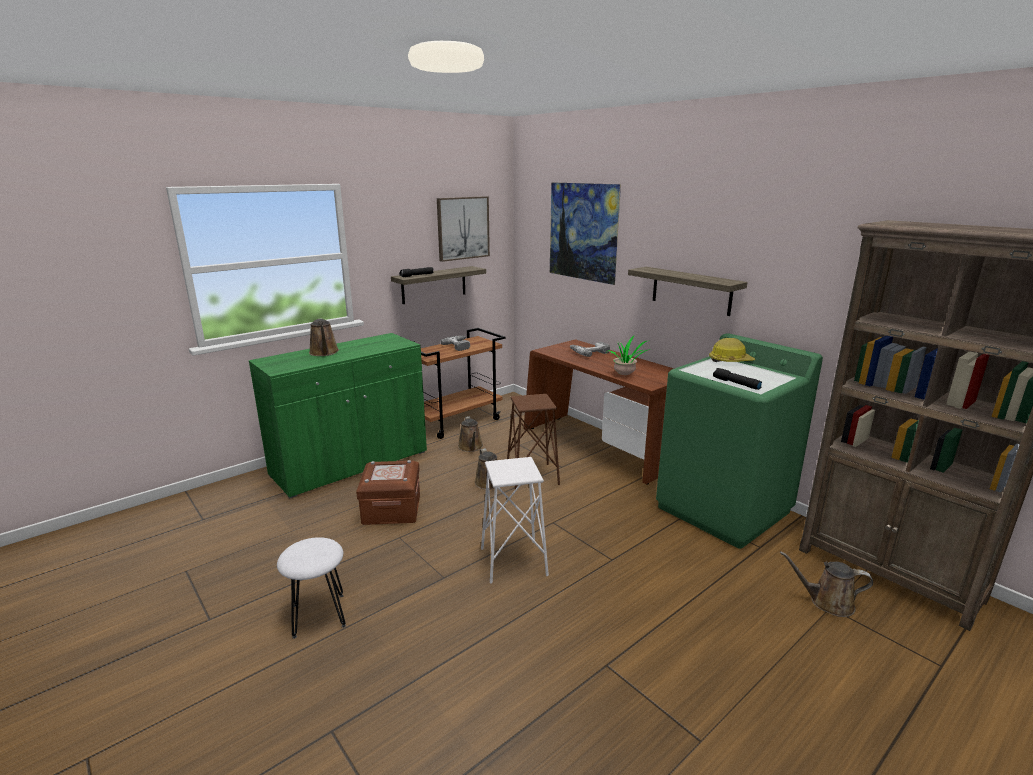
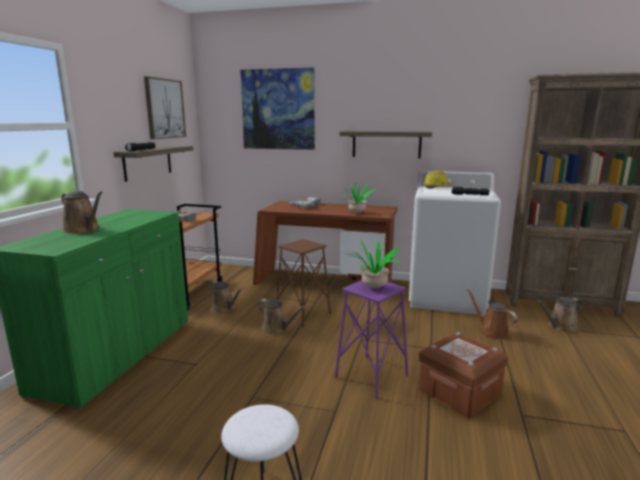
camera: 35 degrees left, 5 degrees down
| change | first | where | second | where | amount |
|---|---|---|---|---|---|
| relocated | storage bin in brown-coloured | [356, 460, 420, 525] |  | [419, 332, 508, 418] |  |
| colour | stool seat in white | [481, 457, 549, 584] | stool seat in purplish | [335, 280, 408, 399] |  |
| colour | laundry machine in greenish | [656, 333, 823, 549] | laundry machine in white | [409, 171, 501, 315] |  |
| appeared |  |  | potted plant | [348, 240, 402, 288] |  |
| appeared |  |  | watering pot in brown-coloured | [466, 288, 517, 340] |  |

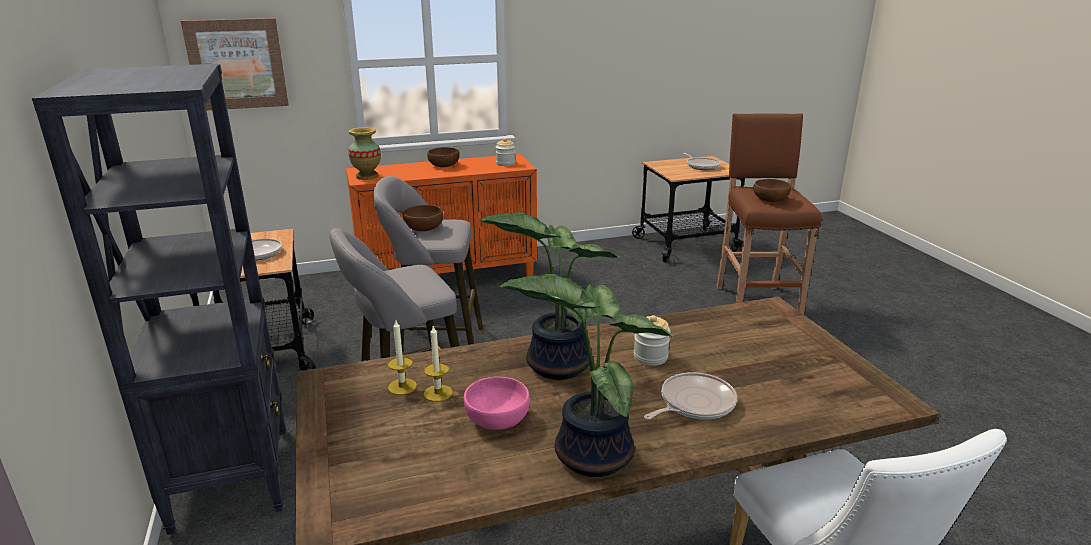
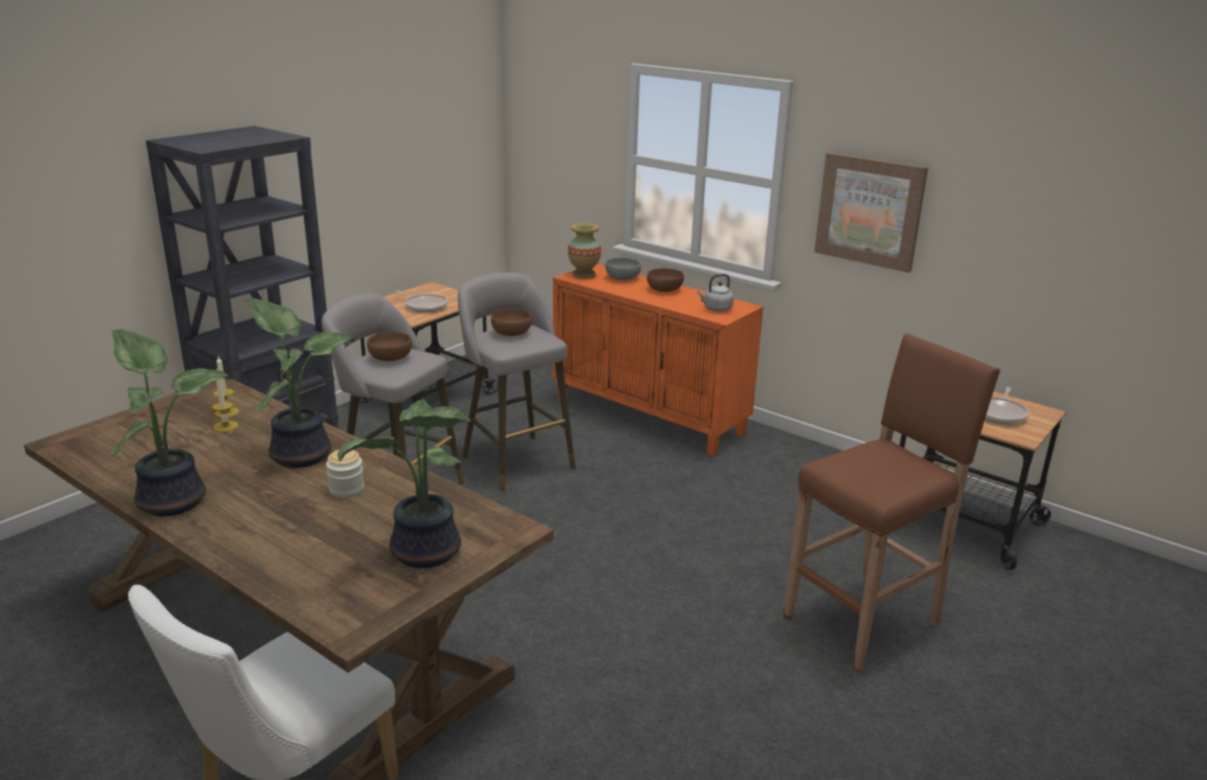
camera: 55 degrees right, 0 degrees up
| change | first | where | second | where | amount |
|---|---|---|---|---|---|
| relocated | picture | [181, 18, 289, 110] |  | [814, 152, 928, 273] |  |
| missing | bowl in pink | [464, 377, 530, 430] |  |  |  |
| exchanged | preserve jar | [496, 138, 515, 166] | kettle in greyish | [697, 274, 734, 312] |  |
| missing | skillet | [644, 372, 737, 420] |  |  |  |
| relocated | bowl in brown-coloured | [753, 179, 791, 202] |  | [367, 332, 412, 361] |  |
| appeared |  |  | potted plant | [337, 399, 471, 568] |  |
| appeared |  |  | bowl in greyish | [605, 257, 641, 280] |  |

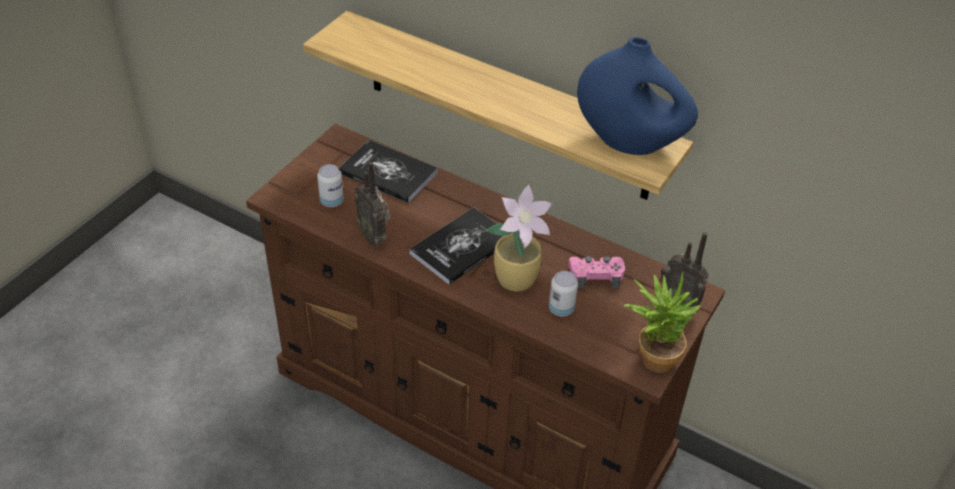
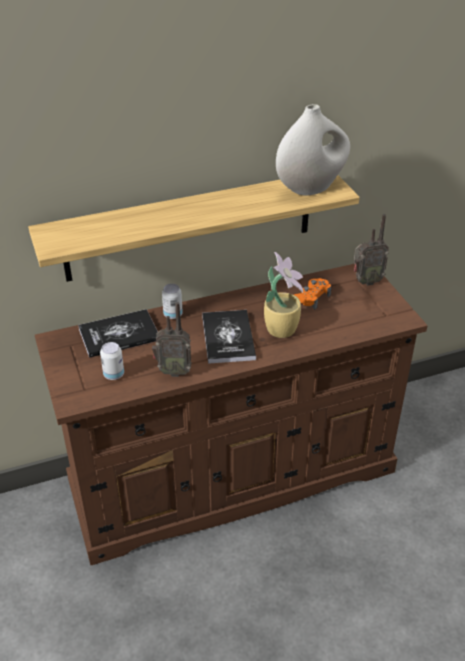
camera: 50 degrees left, 5 degrees down
| change | first | where | second | where | amount |
|---|---|---|---|---|---|
| relocated | sealed can | [549, 271, 578, 317] |  | [162, 284, 183, 319] |  |
| colour | game controller in pink | [568, 256, 625, 288] | game controller in orangey | [294, 278, 331, 310] |  |
| colour | decorative vase in blue-coloured | [577, 37, 698, 155] | decorative vase in white | [276, 104, 350, 196] |  |
| missing | potted plant | [624, 272, 701, 373] |  |  |  |

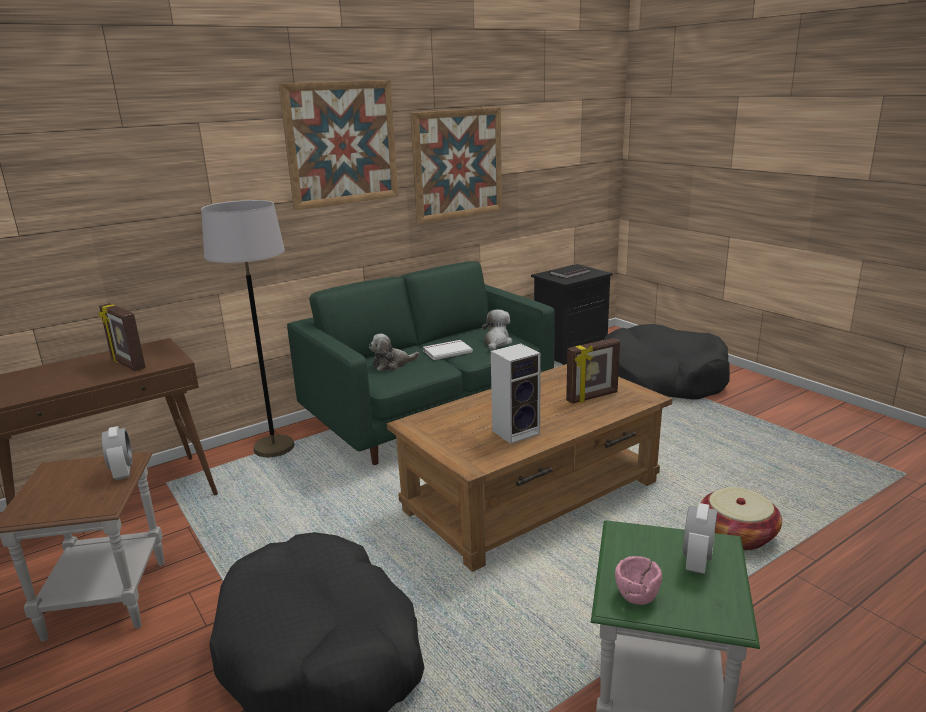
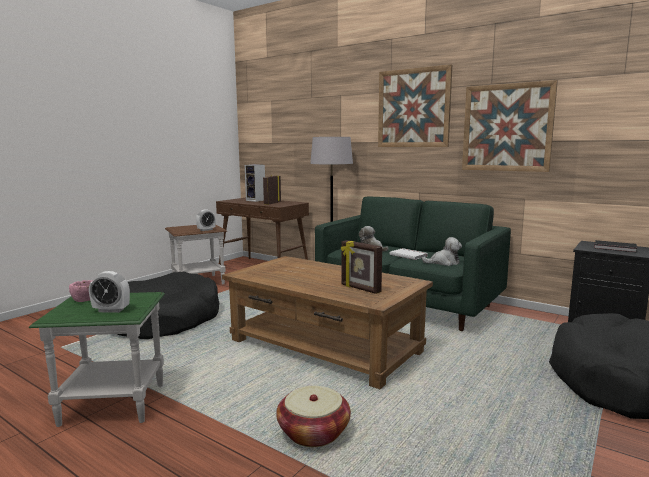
camera: 70 degrees right, 10 degrees down
| change | first | where | second | where | amount |
|---|---|---|---|---|---|
| relocated | loudspeaker | [491, 343, 541, 444] |  | [245, 164, 265, 202] |  |

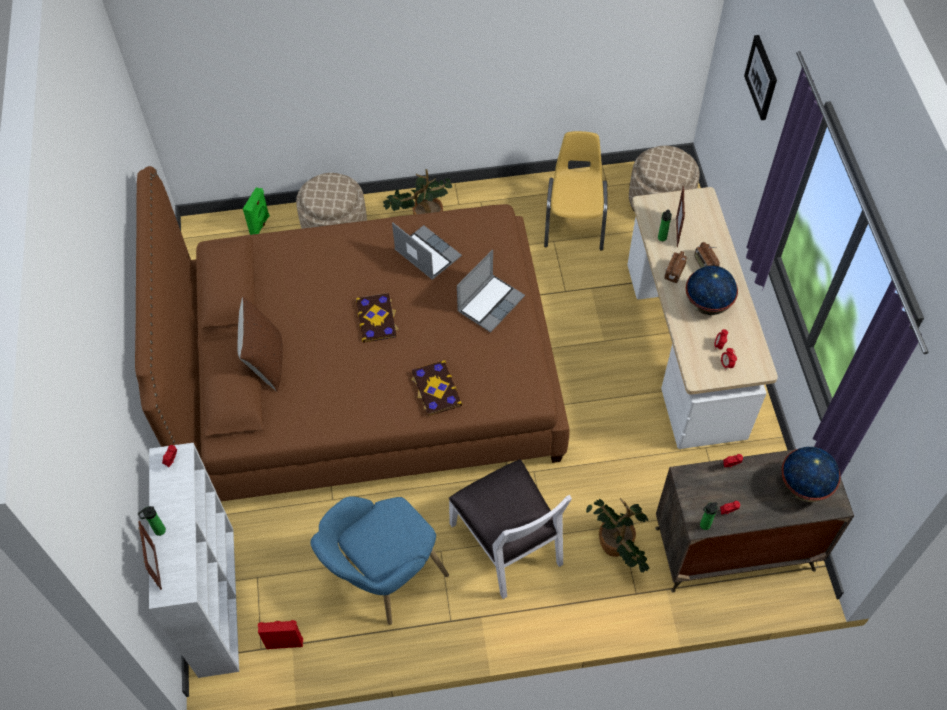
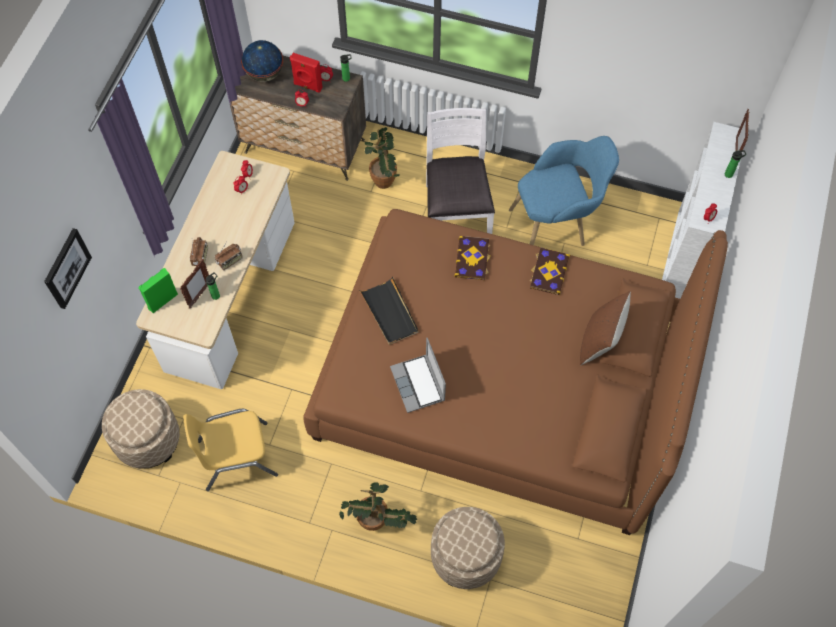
camera: 155 degrees left, 5 degrees up
| change | first | where | second | where | amount |
|---|---|---|---|---|---|
| relocated | loudspeaker in greenish | [243, 187, 270, 235] |  | [138, 268, 178, 313] |  |
| relocated | loudspeaker in reddish | [258, 620, 303, 649] |  | [290, 53, 322, 93] |  |
| relocated | bound book | [356, 293, 399, 343] |  | [530, 248, 570, 295] |  |
| exchanged | notebook computer | [457, 250, 525, 333] | carrying tray in blackish | [359, 277, 419, 345] |  |
| spun | chair in yellow | [544, 131, 608, 251] |  | [183, 409, 278, 491] | 45 degrees clockwise |
| missing | desk globe | [686, 266, 738, 315] |  |  |  |

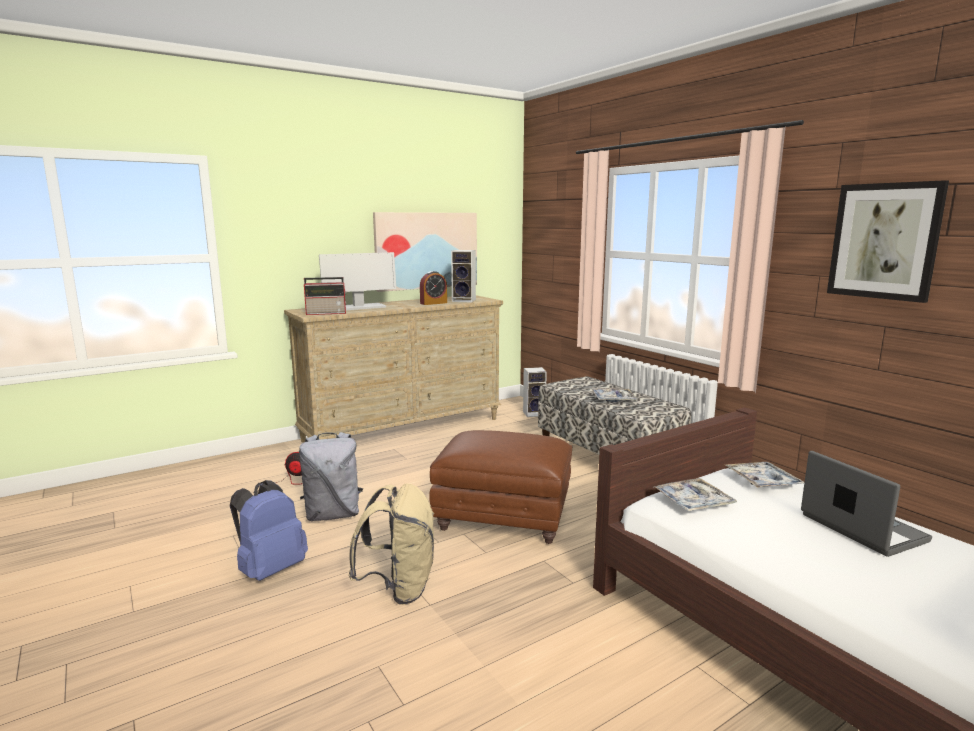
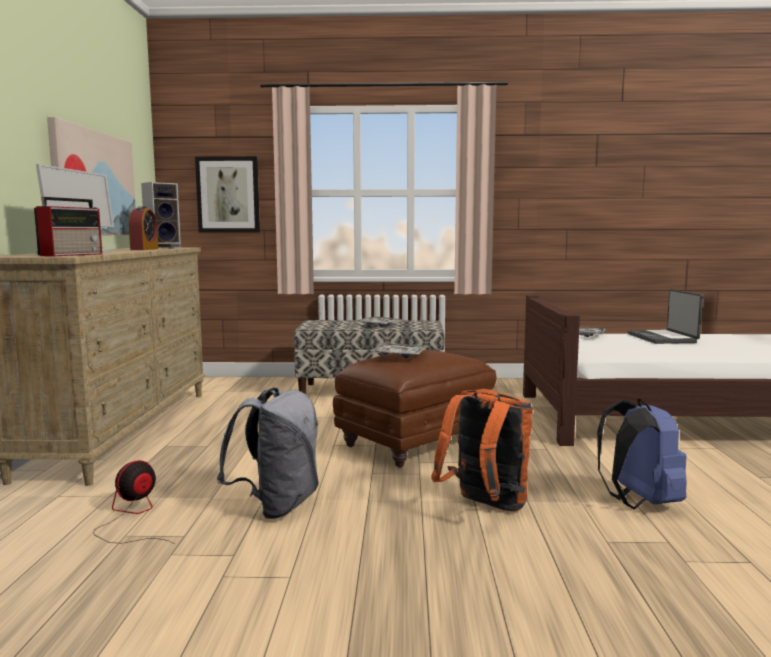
camera: 55 degrees left, 5 degrees down
| change | first | where | second | where | amount |
|---|---|---|---|---|---|
| relocated | knapsack in blue-coloured | [230, 480, 308, 581] |  | [597, 398, 687, 509] |  |
| colour | knapsack in beige | [348, 484, 434, 605] | knapsack in orangey | [431, 389, 533, 512] |  |
| missing | loudspeaker | [523, 367, 547, 417] |  |  |  |
| relocated | carrying tray | [654, 478, 737, 512] |  | [372, 343, 428, 358] |  |
| spun | notebook computer | [801, 451, 932, 557] |  | [628, 289, 703, 344] | 105 degrees counterclockwise |
| relocated | picture | [827, 180, 949, 303] |  | [195, 156, 260, 233] |  |

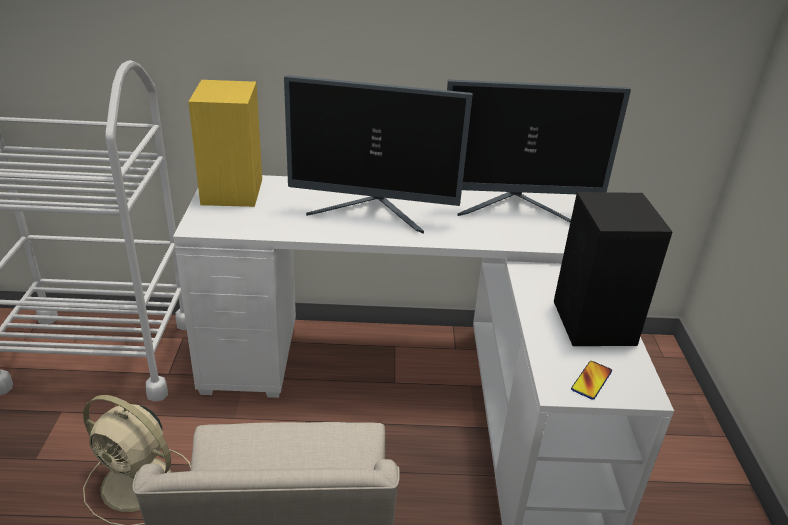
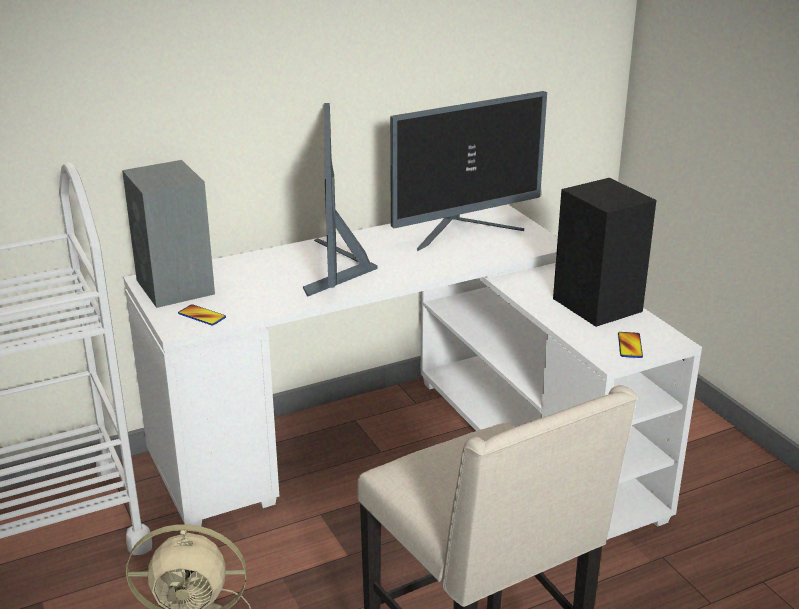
camera: 25 degrees left, 5 degrees down
| change | first | where | second | where | amount |
|---|---|---|---|---|---|
| colour | loudspeaker in yellow | [188, 80, 262, 207] | loudspeaker in greyish | [122, 160, 215, 308] |  |
| spun | monitor | [284, 75, 473, 234] |  | [303, 103, 378, 297] | 105 degrees clockwise |
| appeared |  |  | handset | [178, 304, 226, 326] |  |

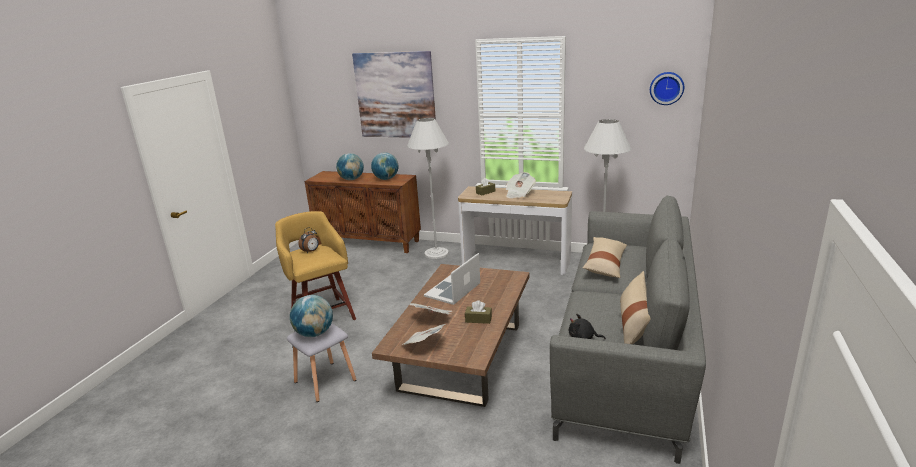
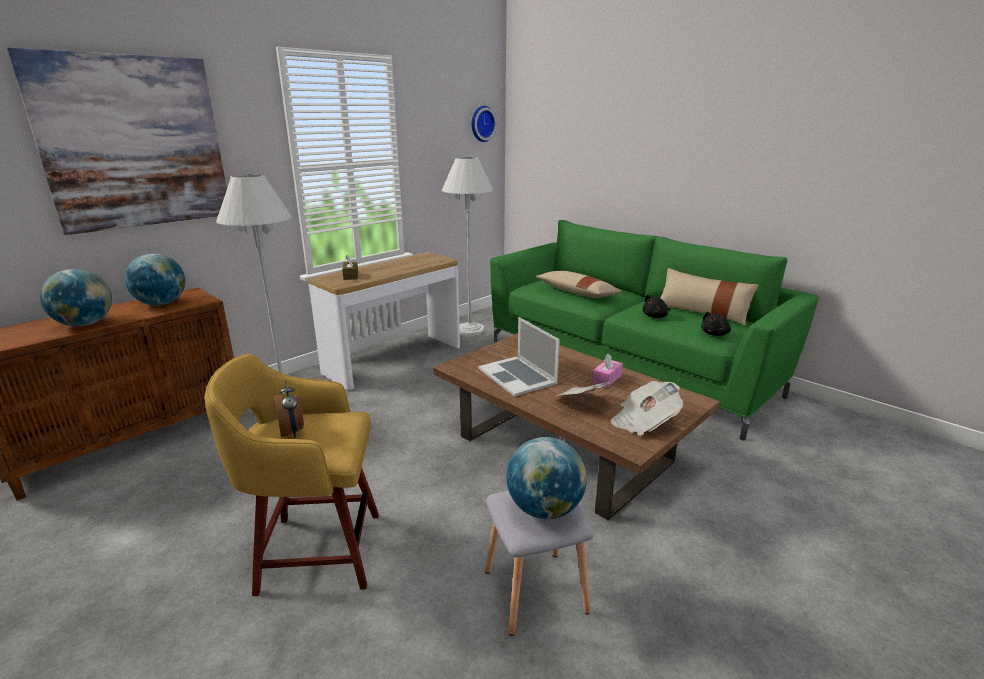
camera: 65 degrees left, 0 degrees up
| change | first | where | second | where | amount |
|---|---|---|---|---|---|
| colour | box of tissues in brown-coloured | [465, 300, 492, 324] | box of tissues in pink | [592, 354, 623, 387] |  |
| missing | printed paper | [505, 172, 536, 198] |  |  |  |
| colour | couch in greyish | [550, 196, 706, 464] | couch in greenish | [490, 220, 818, 441] |  |
| appeared |  |  | cuddly toy in blackish | [643, 295, 670, 318] |  |

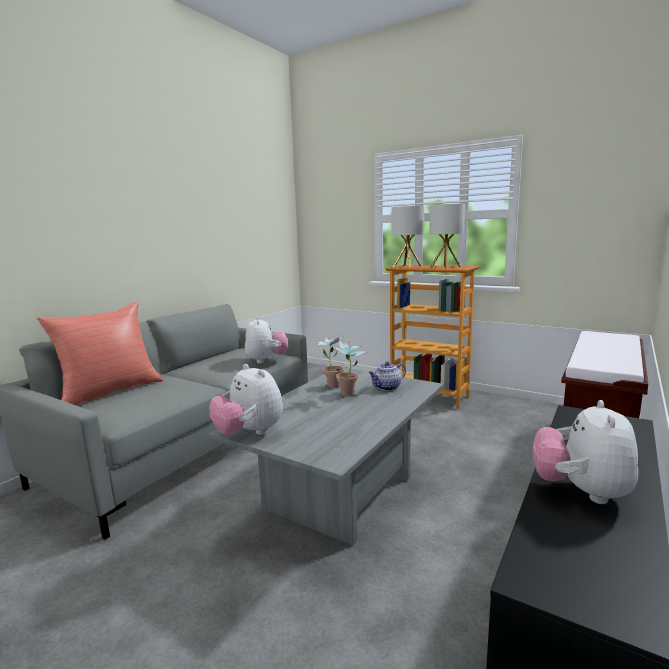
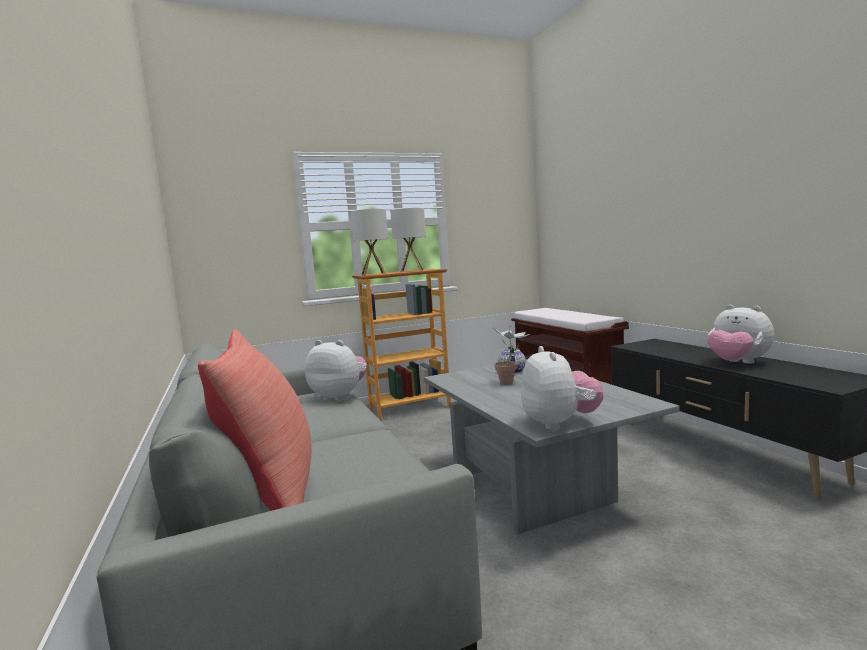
camera: 55 degrees left, 5 degrees down
| change | first | where | second | where | amount |
|---|---|---|---|---|---|
| spun | cuddly toy | [209, 364, 283, 435] |  | [521, 346, 603, 430] | 90 degrees counterclockwise |
| missing | potted plant | [314, 334, 344, 388] |  |  |  |

